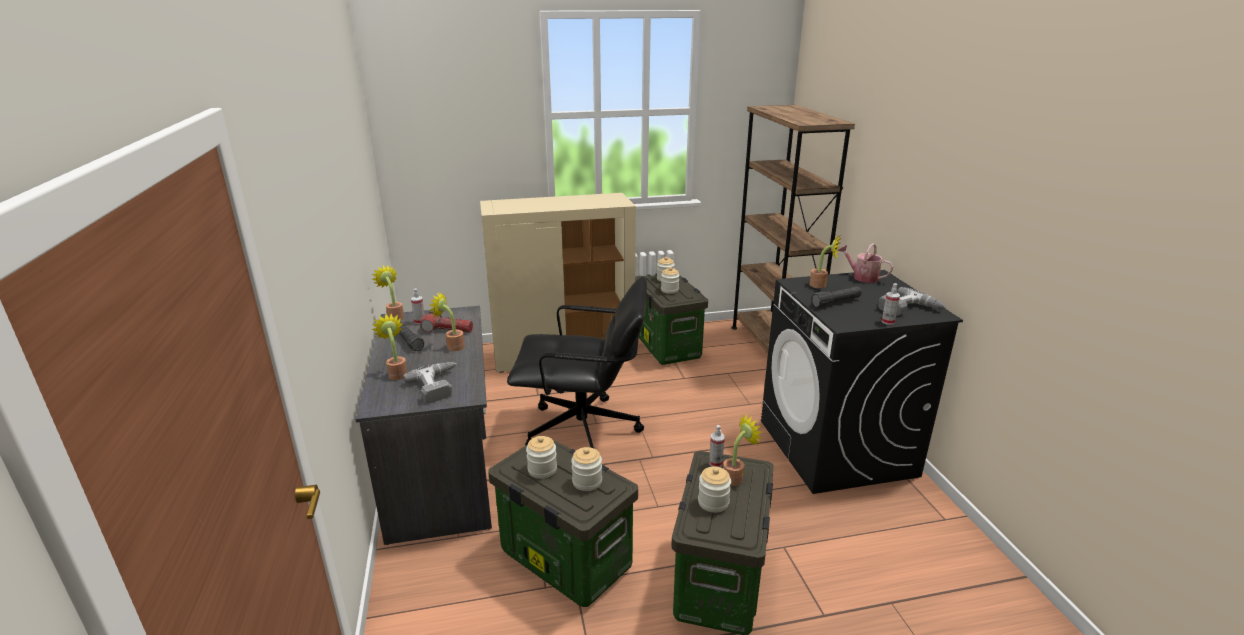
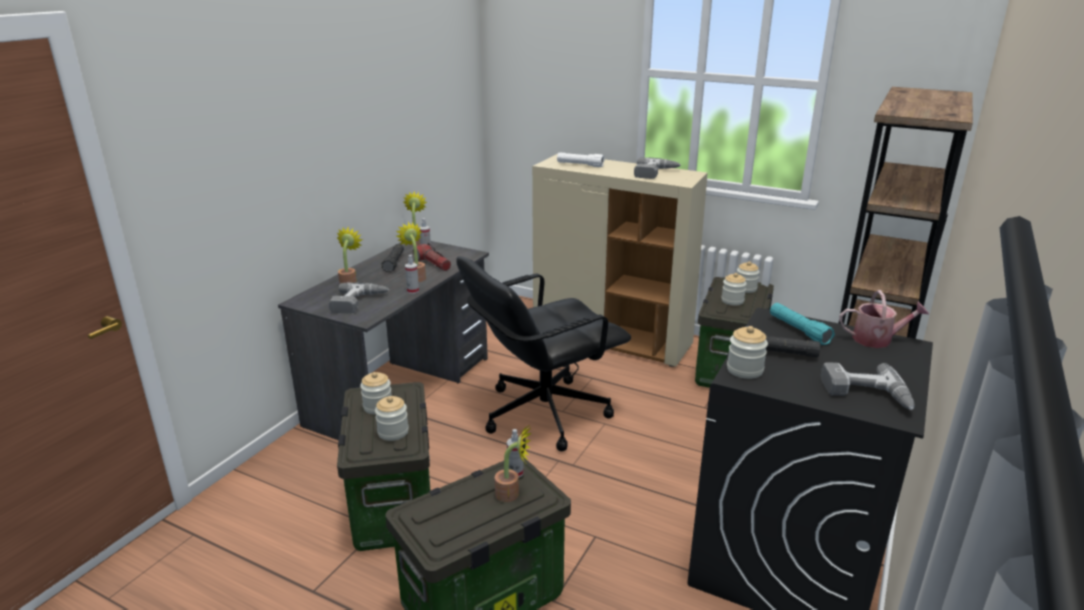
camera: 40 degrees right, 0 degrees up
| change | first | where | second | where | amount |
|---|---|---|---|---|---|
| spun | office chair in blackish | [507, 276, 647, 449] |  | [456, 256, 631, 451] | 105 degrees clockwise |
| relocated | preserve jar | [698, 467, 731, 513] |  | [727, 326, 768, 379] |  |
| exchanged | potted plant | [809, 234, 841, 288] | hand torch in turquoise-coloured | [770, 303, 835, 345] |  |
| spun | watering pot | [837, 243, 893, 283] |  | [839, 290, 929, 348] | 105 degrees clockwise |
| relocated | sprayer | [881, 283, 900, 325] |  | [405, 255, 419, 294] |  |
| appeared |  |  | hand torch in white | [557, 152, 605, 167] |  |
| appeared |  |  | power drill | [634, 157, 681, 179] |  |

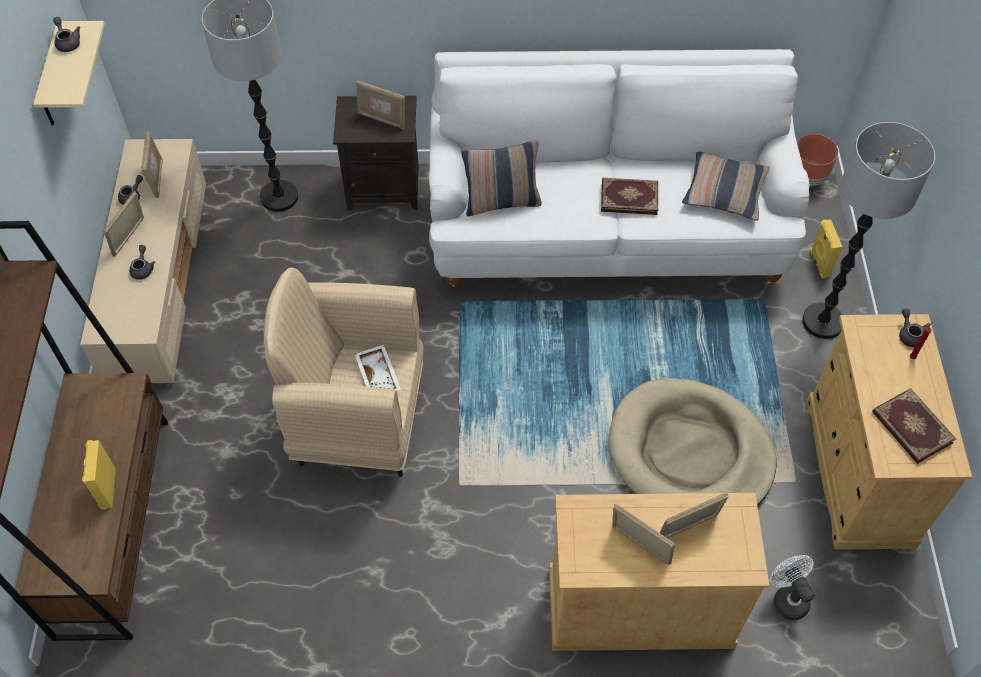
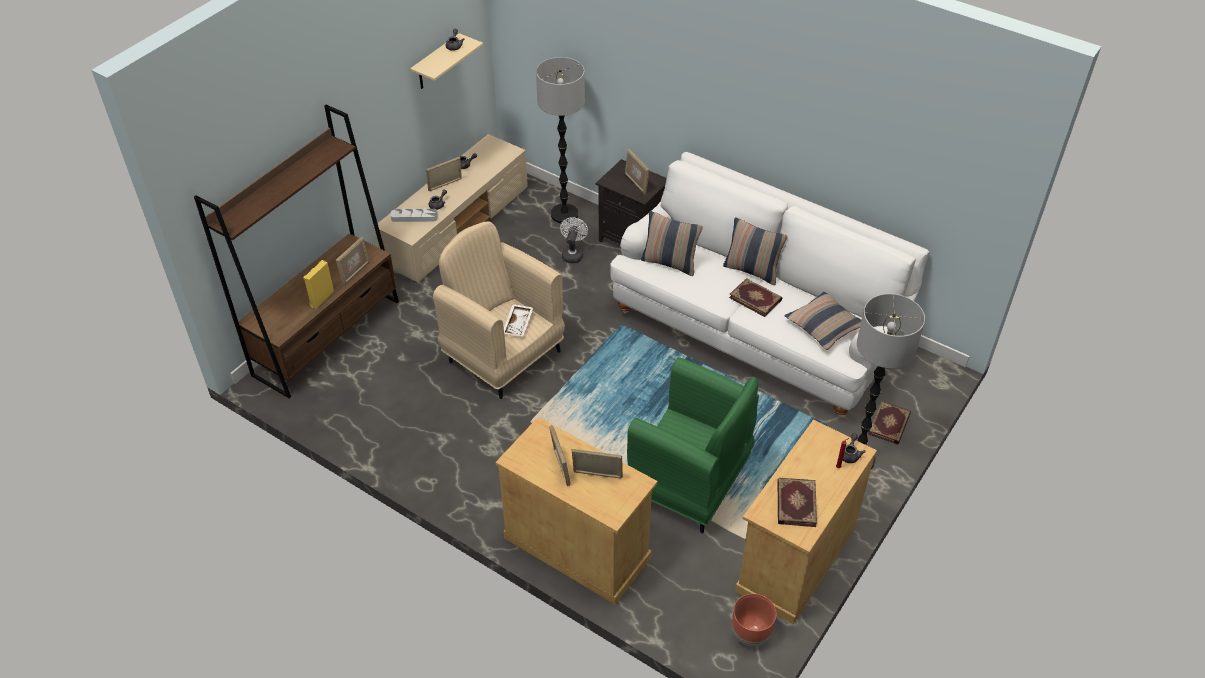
camera: 35 degrees right, 10 degrees down
| change | first | where | second | where | amount |
|---|---|---|---|---|---|
| relocated | standing frame | [141, 131, 163, 198] |  | [336, 236, 370, 285] |  |
| exchanged | pet bed in beige | [609, 378, 777, 506] | armchair in greenish | [627, 357, 759, 533] |  |
| relocated | fan in white | [770, 555, 815, 620] |  | [560, 217, 588, 263] |  |
| relocated | flower pot in brown-coloured | [797, 134, 838, 186] |  | [732, 594, 776, 646] |  |
| exchanged | loudspeaker in yellow | [810, 219, 842, 278] | bound book | [868, 401, 911, 444] |  |
| appeared |  |  | carrying tray in greyish | [391, 209, 438, 222] |  |
| appeared |  |  | pillow | [723, 217, 788, 285] |  |

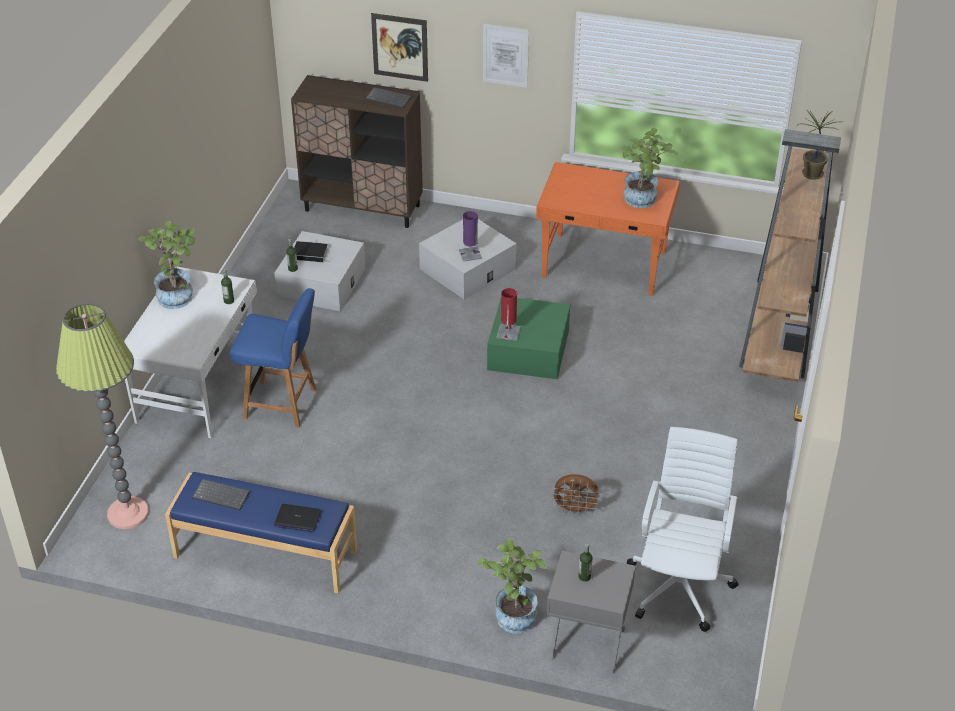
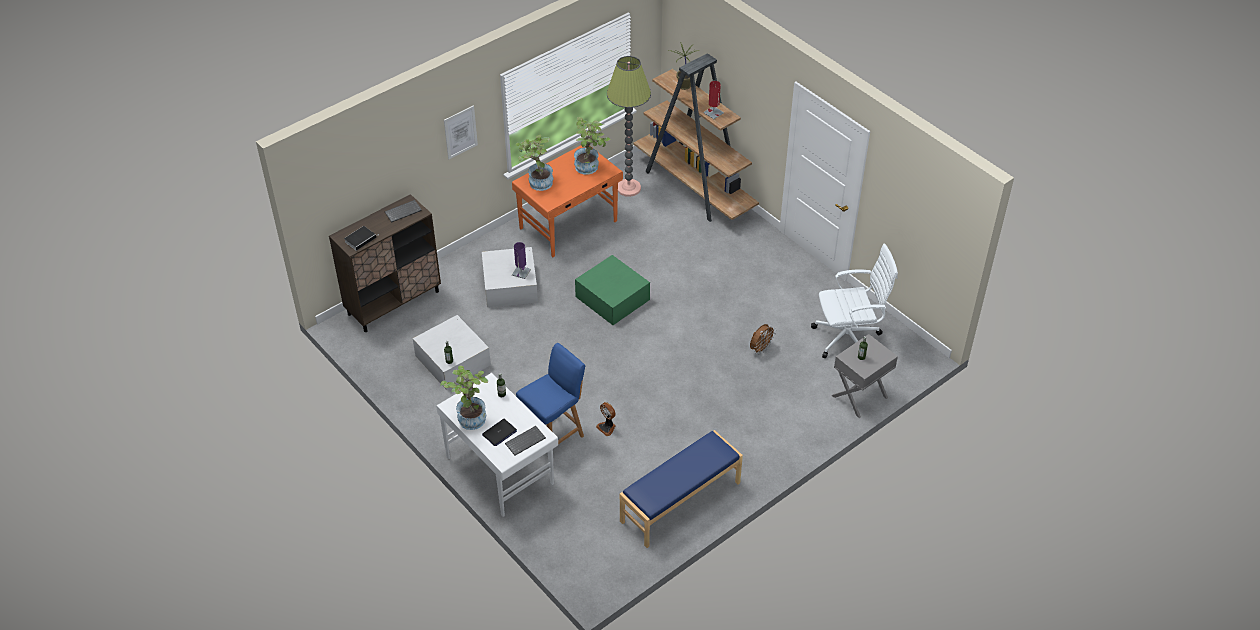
camera: 55 degrees left, 5 degrees up
| change | first | where | second | where | amount |
|---|---|---|---|---|---|
| relocated | floor lamp | [56, 303, 149, 529] |  | [607, 56, 651, 197] |  |
| relocated | computer keyboard | [192, 479, 250, 510] |  | [505, 426, 546, 455] |  |
| relocated | notebook computer | [274, 504, 322, 532] |  | [482, 419, 517, 446] |  |
| relocated | bound book | [294, 241, 329, 262] |  | [344, 226, 379, 251] |  |
| missing | picture | [371, 13, 428, 82] |  |  |  |
| relocated | potted plant | [478, 539, 547, 634] |  | [516, 135, 553, 191] |  |
| relocated | lamp for a table in reddish | [497, 288, 520, 341] |  | [703, 81, 724, 119] |  |
| spun | office chair in white | [626, 427, 739, 632] |  | [811, 244, 898, 359] | 120 degrees clockwise |
| appeared |  |  | fan | [596, 402, 616, 436] |  |

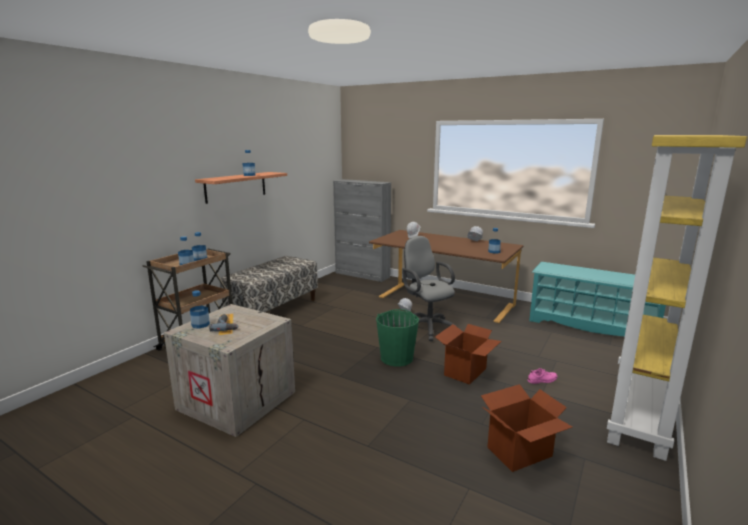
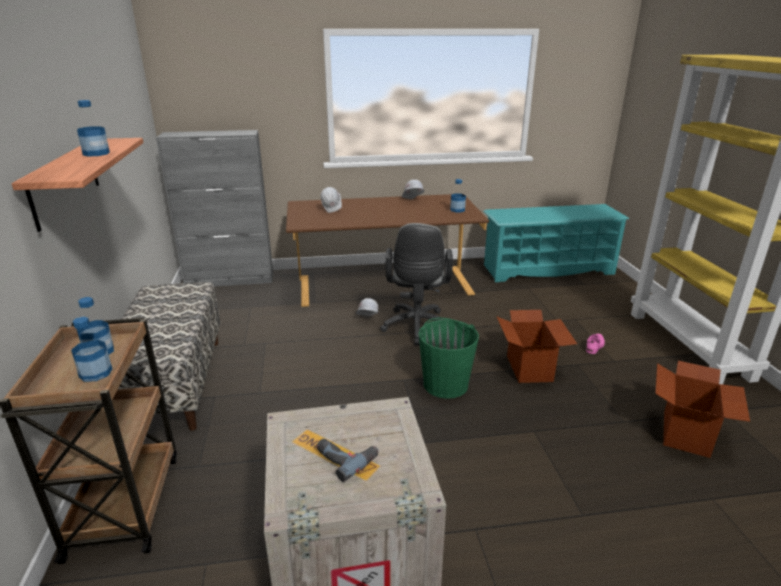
camera: 40 degrees left, 10 degrees up
| change | first | where | second | where | amount |
|---|---|---|---|---|---|
| missing | bottle | [190, 290, 210, 329] |  |  |  |
| spun | office chair in greyish | [402, 236, 457, 341] |  | [380, 223, 453, 346] | 105 degrees counterclockwise |

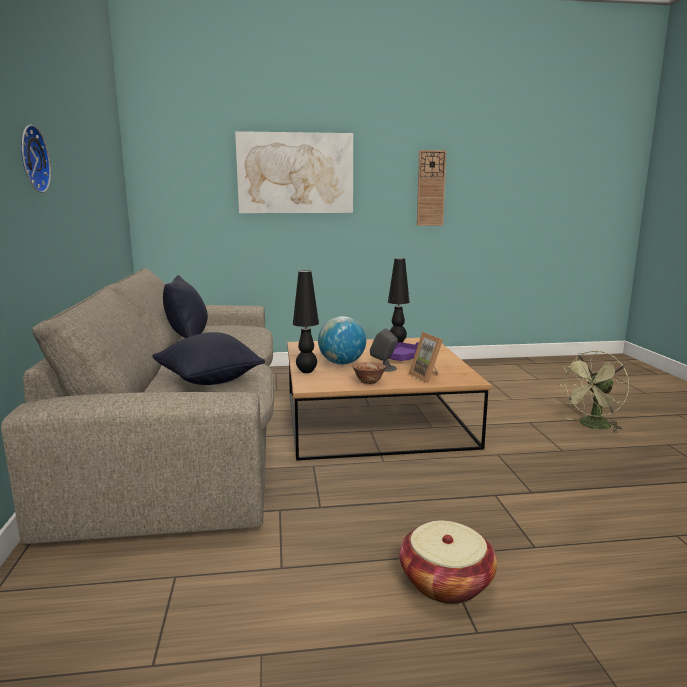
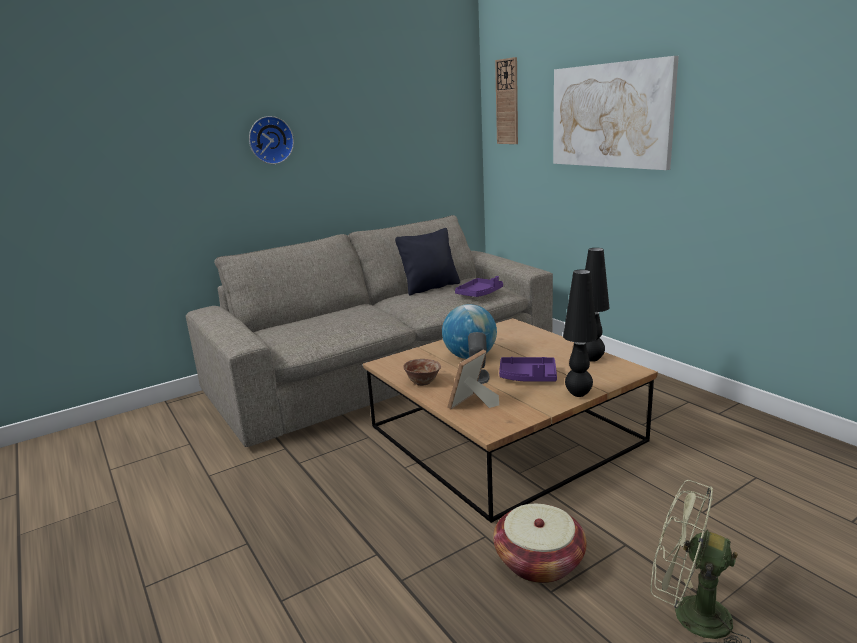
camera: 65 degrees right, 5 degrees up
| change | first | where | second | where | amount |
|---|---|---|---|---|---|
| missing | pillow in blackish | [152, 332, 265, 385] |  |  |  |
| relocated | lamp for a table in blackish | [293, 270, 319, 373] |  | [563, 269, 598, 397] |  |
| relocated | basket | [399, 521, 497, 604] |  | [493, 504, 587, 583] |  |
| relocated | hanging clock | [417, 150, 447, 226] |  | [495, 57, 518, 144] |  |
| appeared |  |  | carrying tray in purplish | [455, 276, 503, 297] |  |

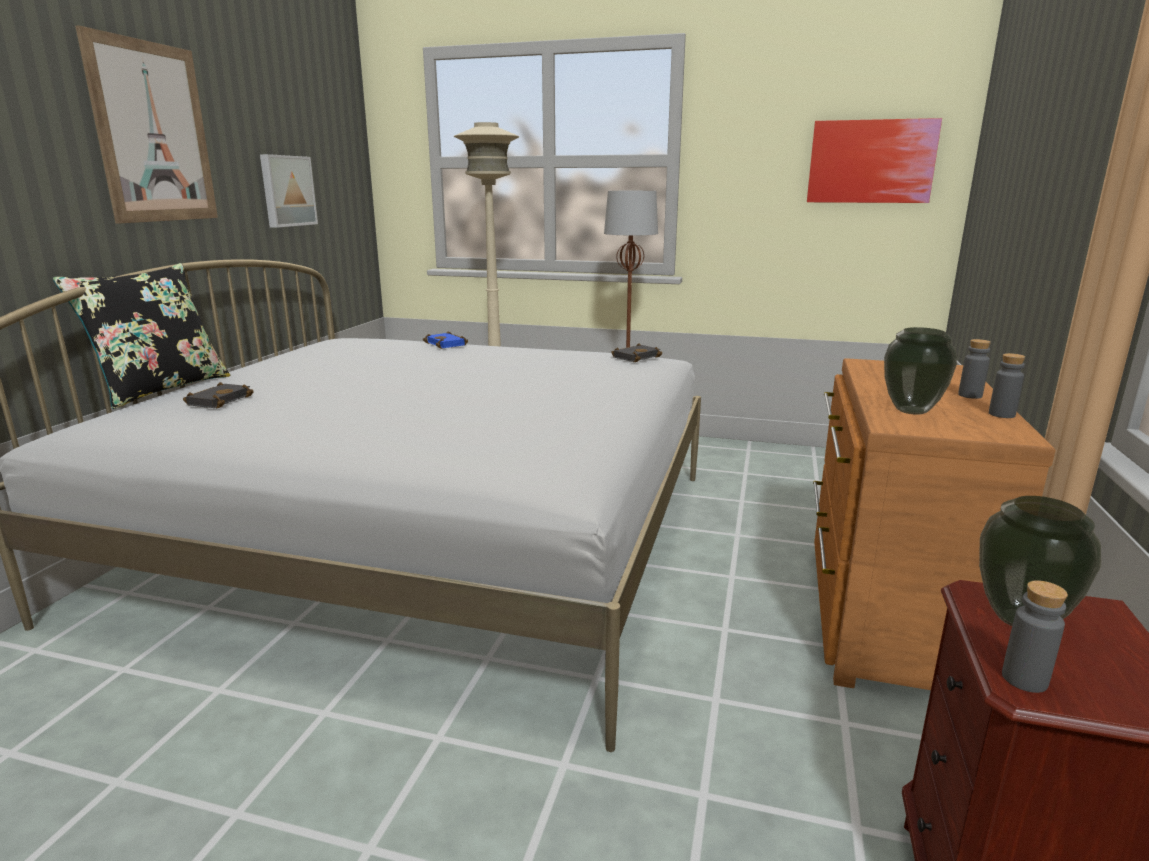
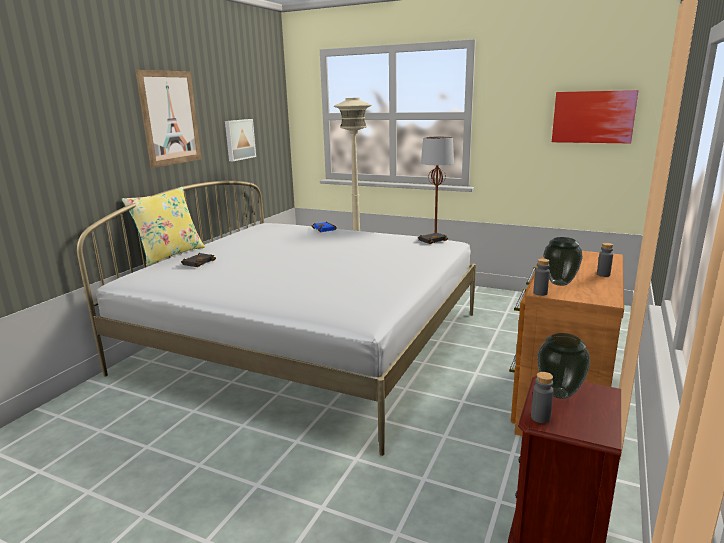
camera: 10 degrees right, 0 degrees up
| change | first | where | second | where | amount |
|---|---|---|---|---|---|
| colour | pillow in blackish | [53, 263, 230, 409] | pillow in yellow | [121, 187, 205, 266] |  |
| relocated | bottle in greyish | [989, 353, 1025, 418] |  | [533, 258, 550, 296] |  |

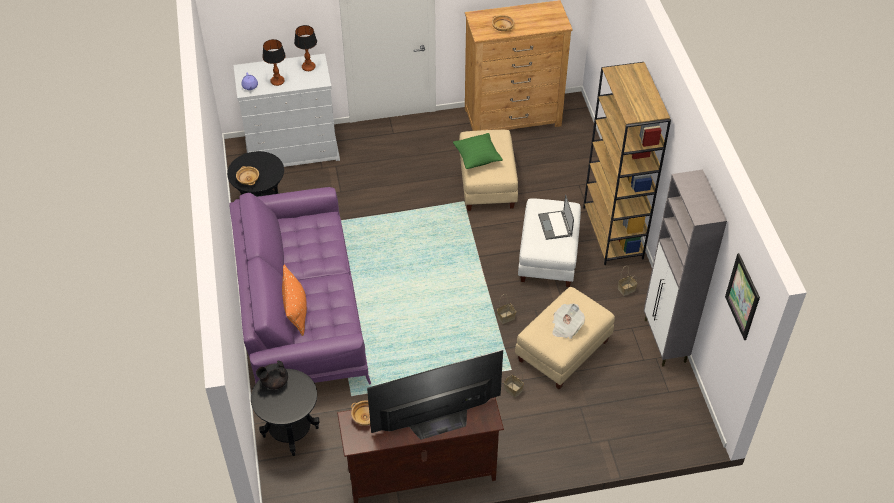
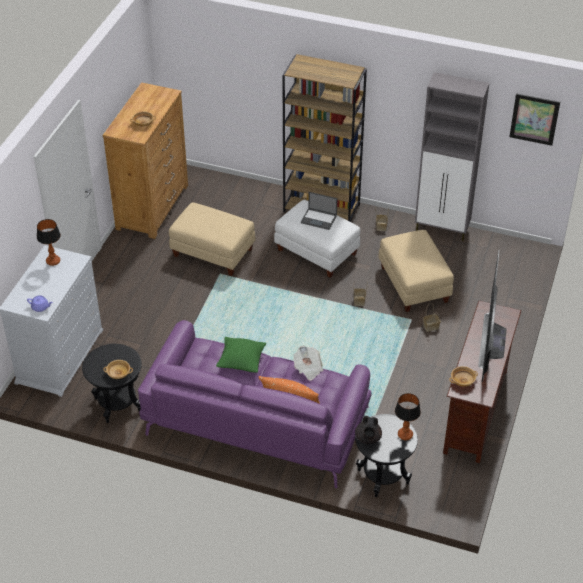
camera: 60 degrees left, 5 degrees down
| change | first | where | second | where | amount |
|---|---|---|---|---|---|
| relocated | lamp for a table | [262, 39, 286, 86] |  | [395, 393, 421, 440] |  |
| relocated | pillow in greenish | [453, 133, 503, 169] |  | [216, 337, 266, 373] |  |
| relocated | printed paper | [552, 303, 585, 339] |  | [293, 345, 323, 381] |  |

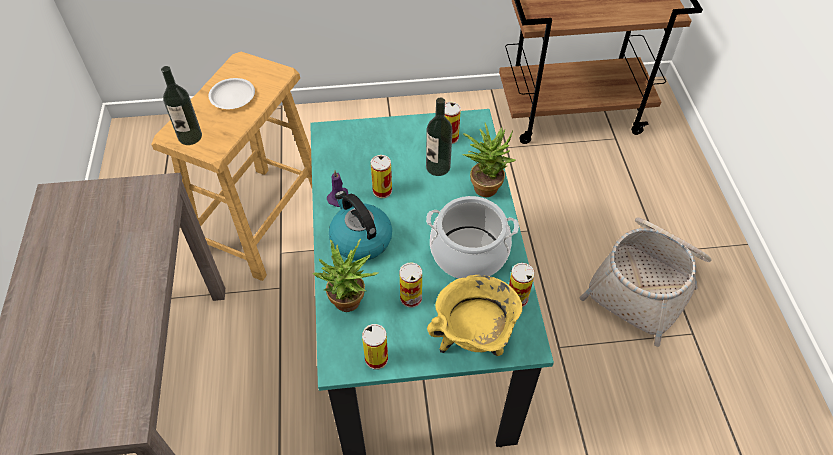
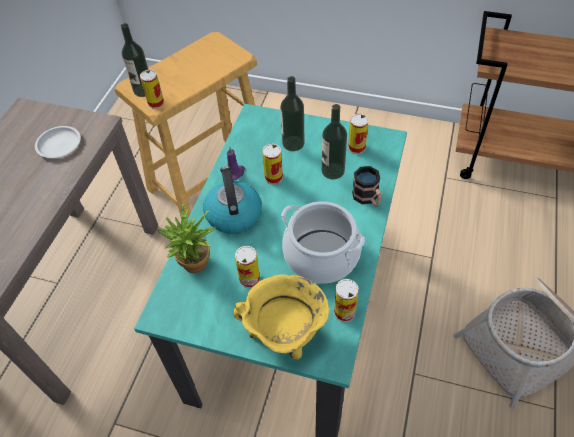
camera: 25 degrees right, 0 degrees up
| change | first | where | second | where | amount |
|---|---|---|---|---|---|
| relocated | plate in white | [209, 78, 255, 109] |  | [35, 126, 81, 158] |  |
| relocated | sealed can | [362, 324, 388, 370] |  | [140, 70, 164, 109] |  |
| exchanged | potted plant | [463, 123, 516, 197] | tea mug | [352, 166, 382, 207] |  |
| appeared |  |  | bottle | [280, 76, 304, 151] |  |

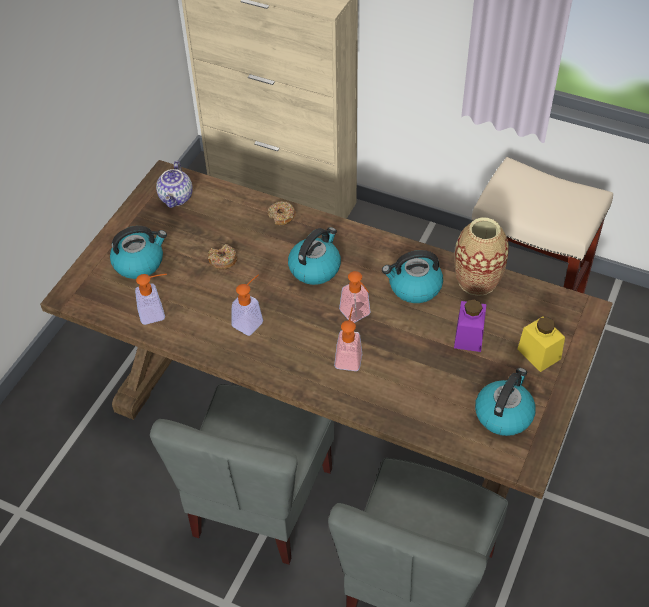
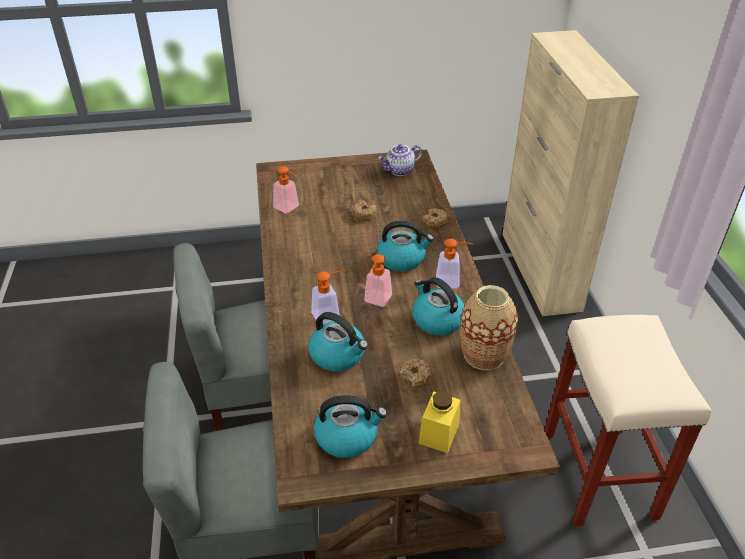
camera: 55 degrees right, 10 degrees down
| change | first | where | second | where | amount |
|---|---|---|---|---|---|
| relocated | kettle | [110, 226, 167, 279] |  | [308, 312, 368, 371] |  |
| relocated | soap bottle | [231, 275, 263, 336] |  | [436, 239, 473, 289] |  |
| exchanged | preserve jar in purplish | [454, 300, 486, 352] | doughnut | [399, 358, 432, 387] |  |

